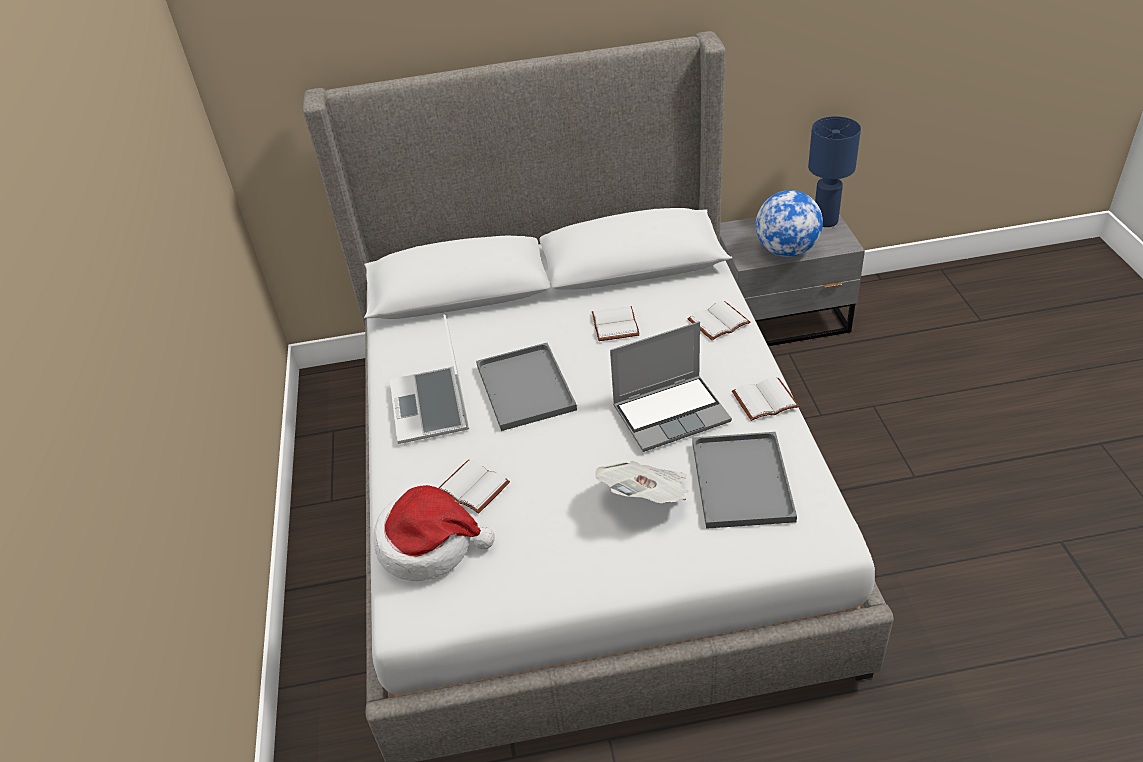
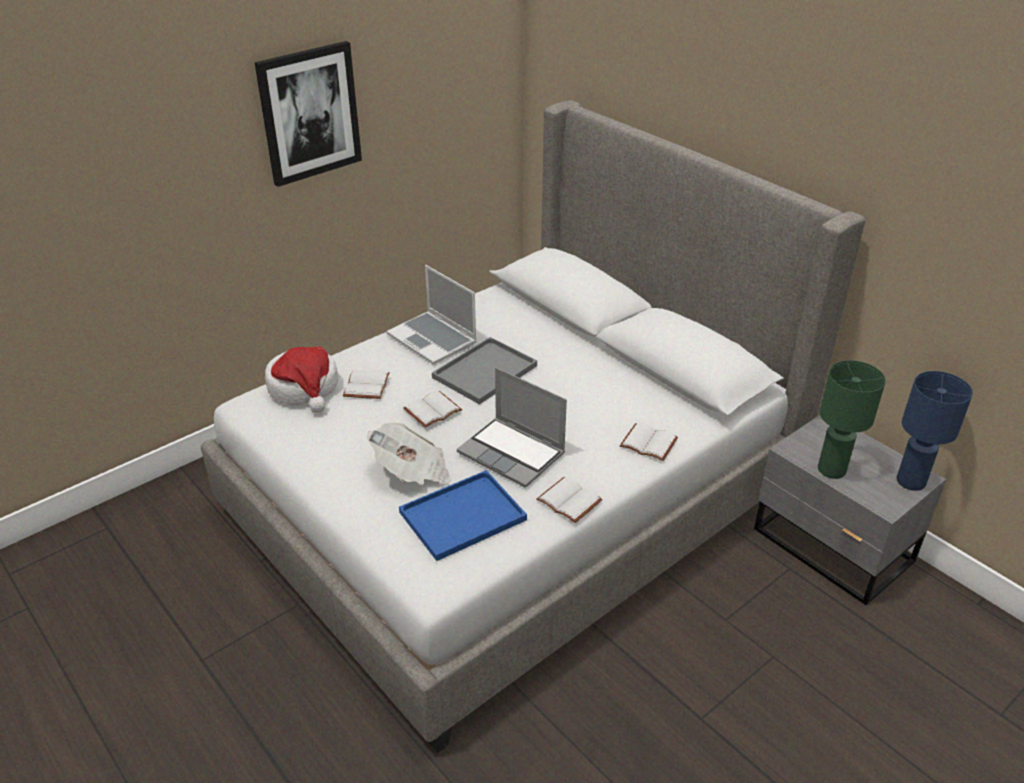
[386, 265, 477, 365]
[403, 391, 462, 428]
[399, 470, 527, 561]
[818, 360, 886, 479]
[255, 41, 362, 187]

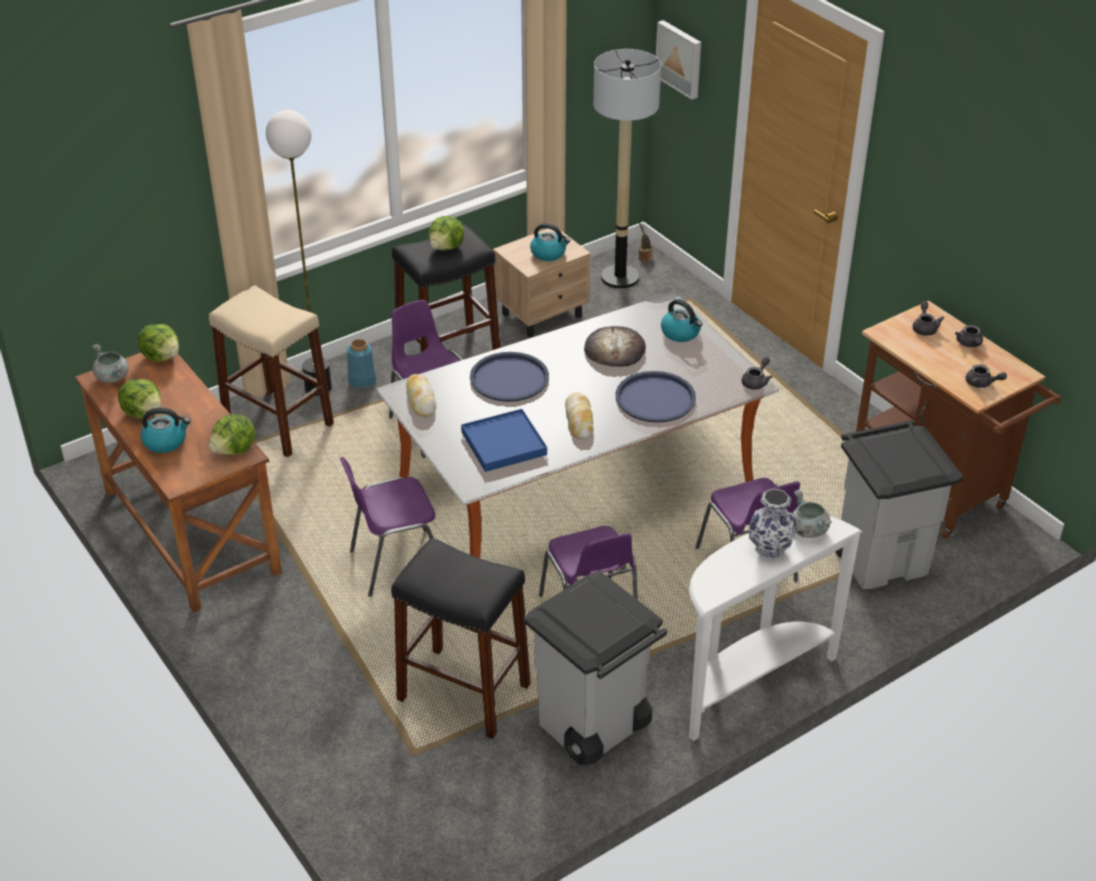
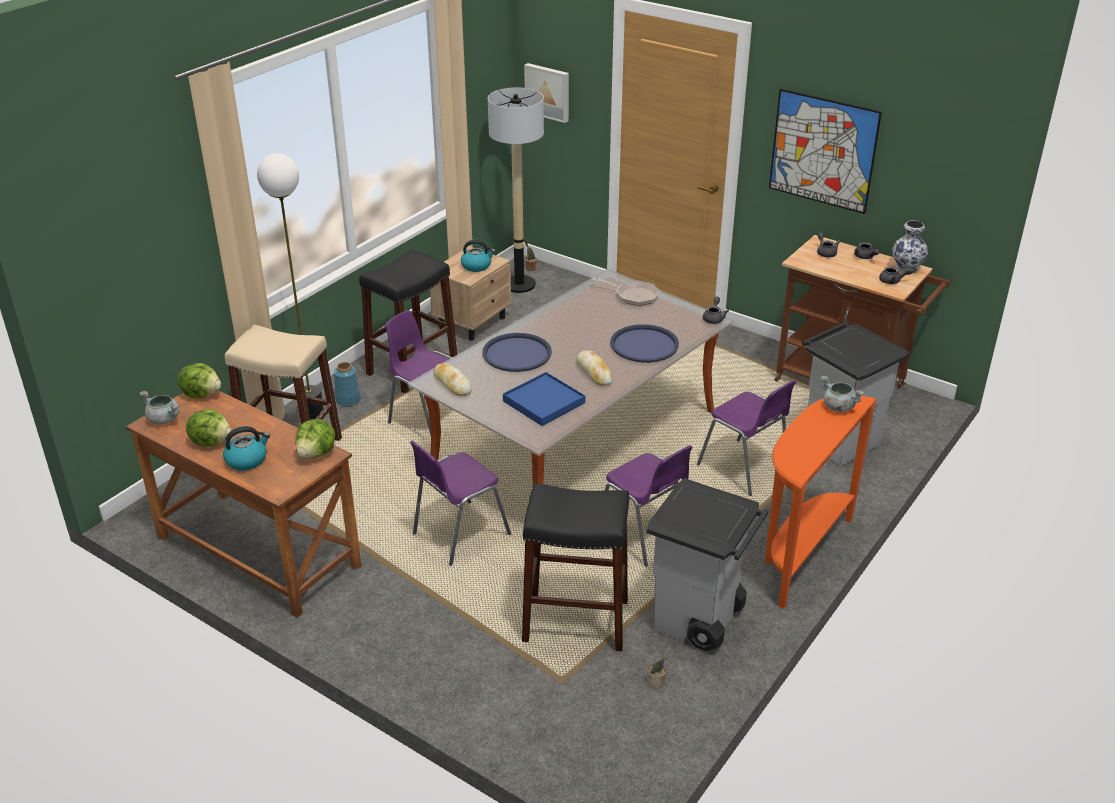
[429, 216, 464, 251] (first image)
[584, 326, 646, 367] (first image)
[592, 277, 660, 306]
[765, 396, 877, 609]
[892, 220, 928, 273]
[647, 647, 670, 688]
[769, 89, 882, 214]

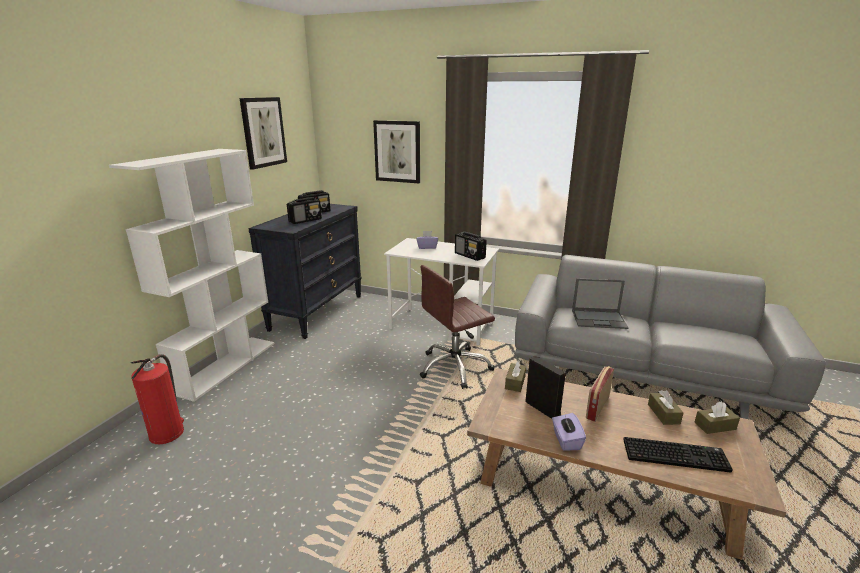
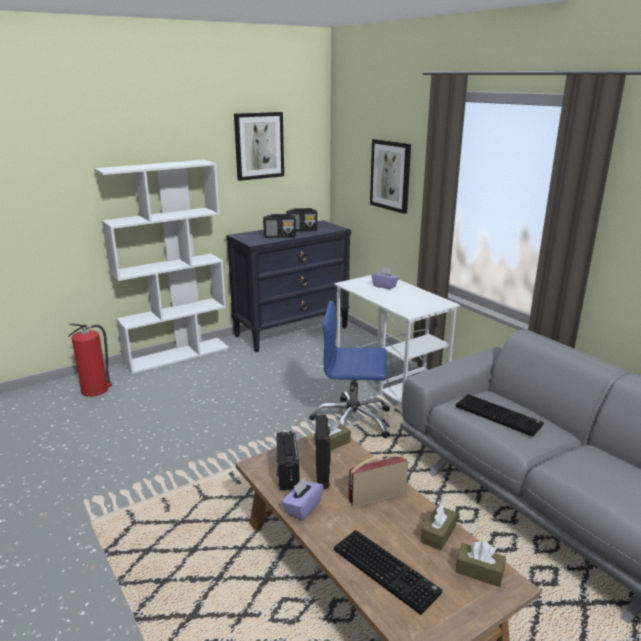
[310, 301, 390, 438]
[276, 431, 300, 491]
[456, 394, 544, 437]

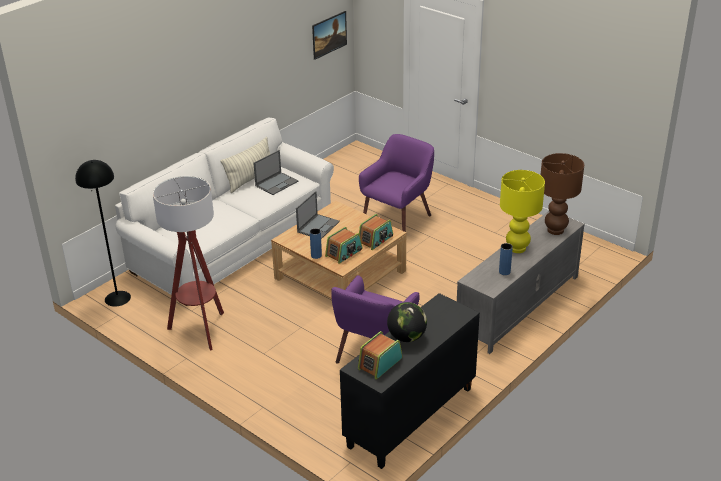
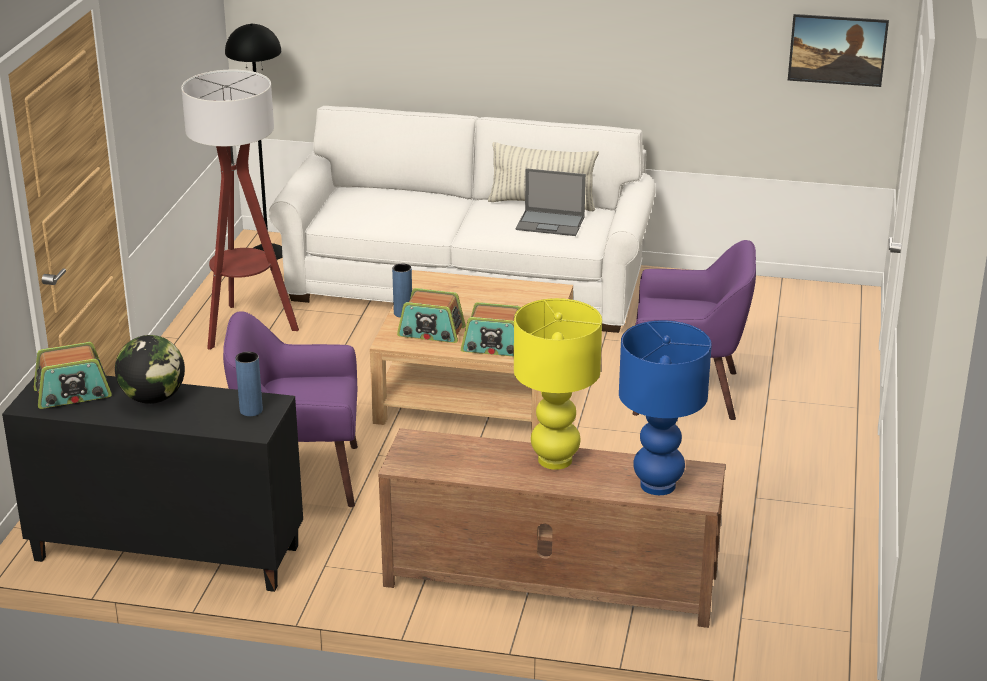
[296, 191, 340, 239] (first image)
[34, 342, 112, 409]
[378, 428, 726, 628]
[235, 352, 263, 416]
[619, 320, 712, 495]

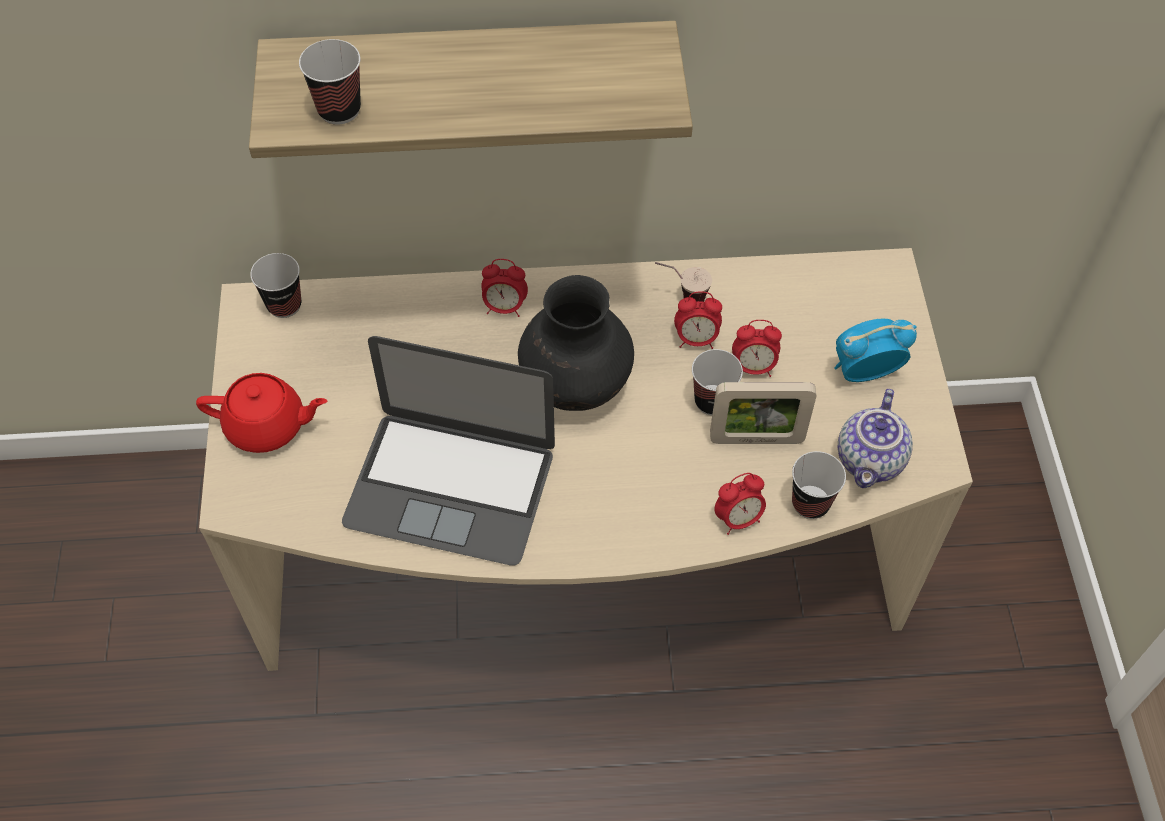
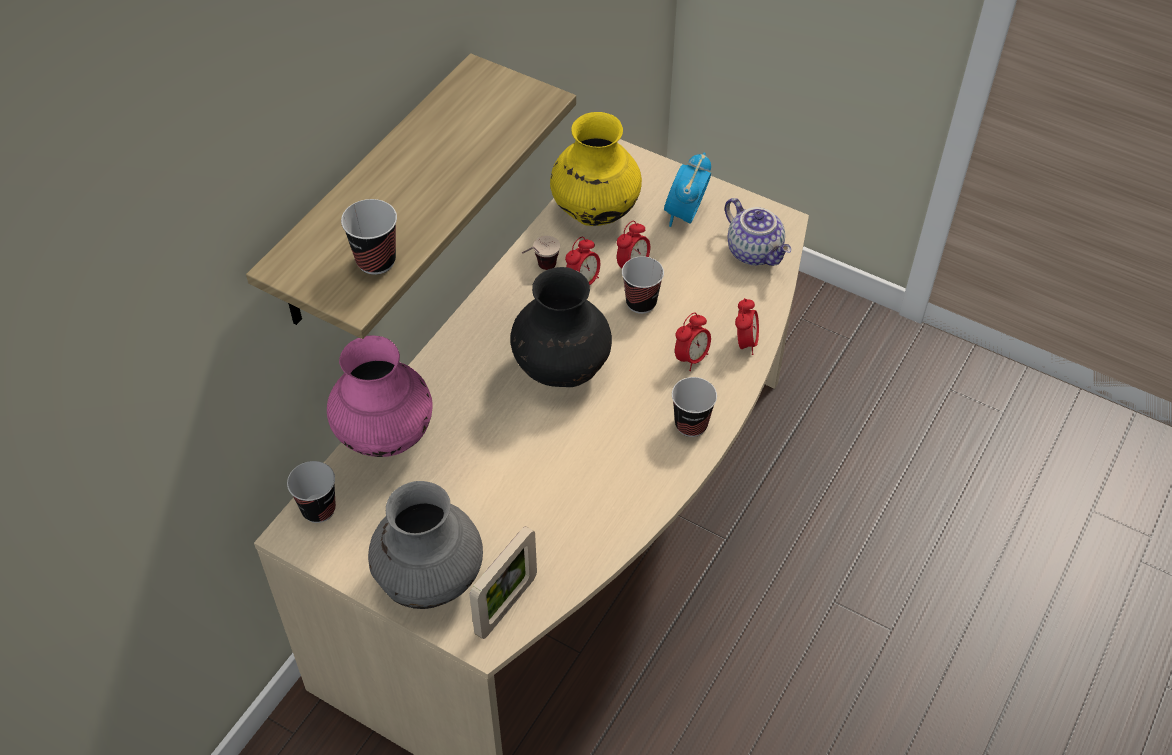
[368, 481, 483, 609]
[342, 336, 555, 566] (first image)
[675, 313, 711, 371]
[470, 526, 537, 639]
[672, 377, 717, 437]
[327, 336, 433, 457]
[550, 112, 642, 226]

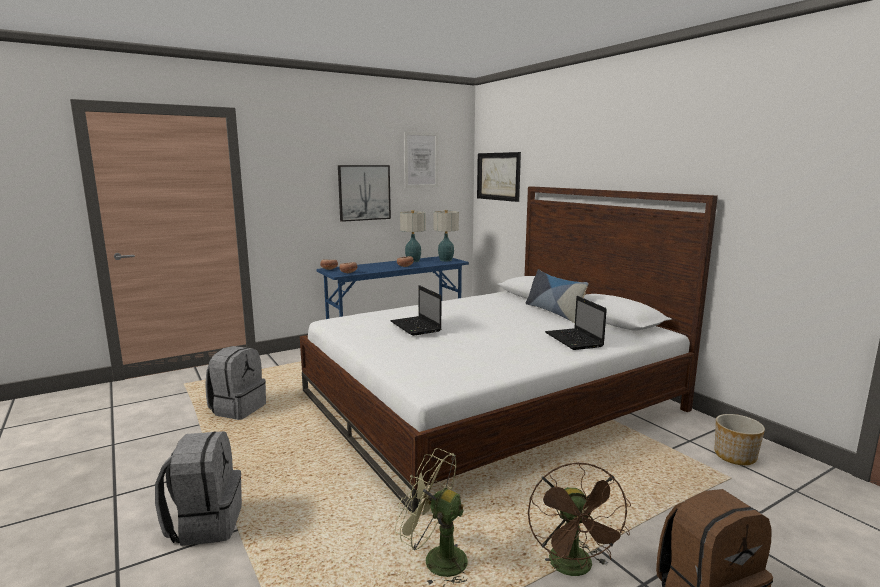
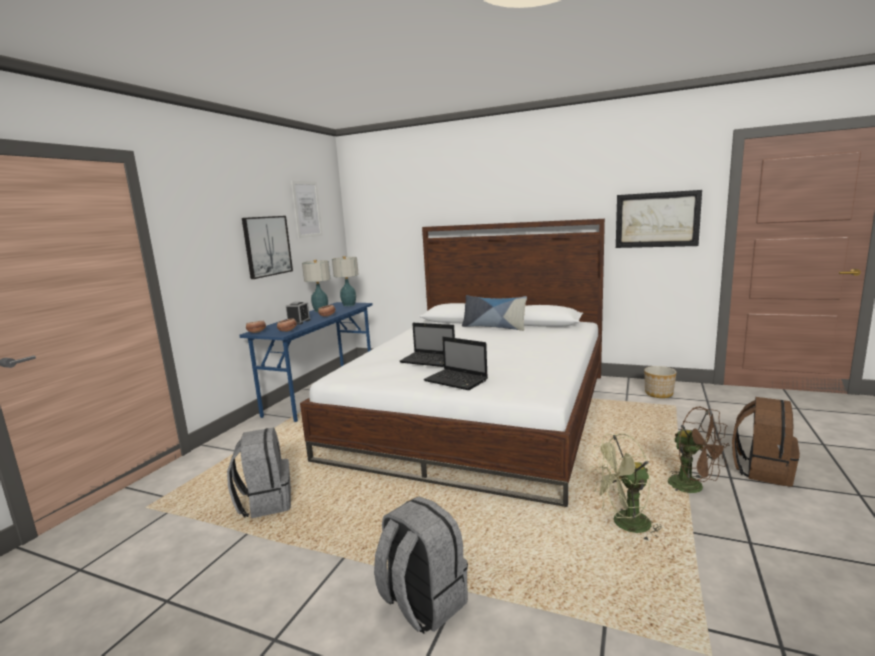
[616, 190, 702, 248]
[424, 336, 488, 390]
[286, 302, 310, 325]

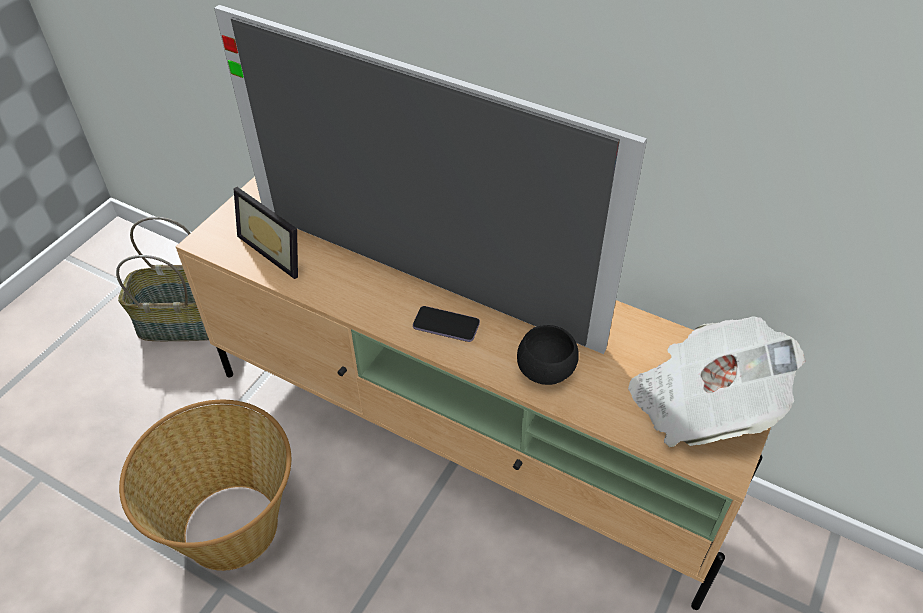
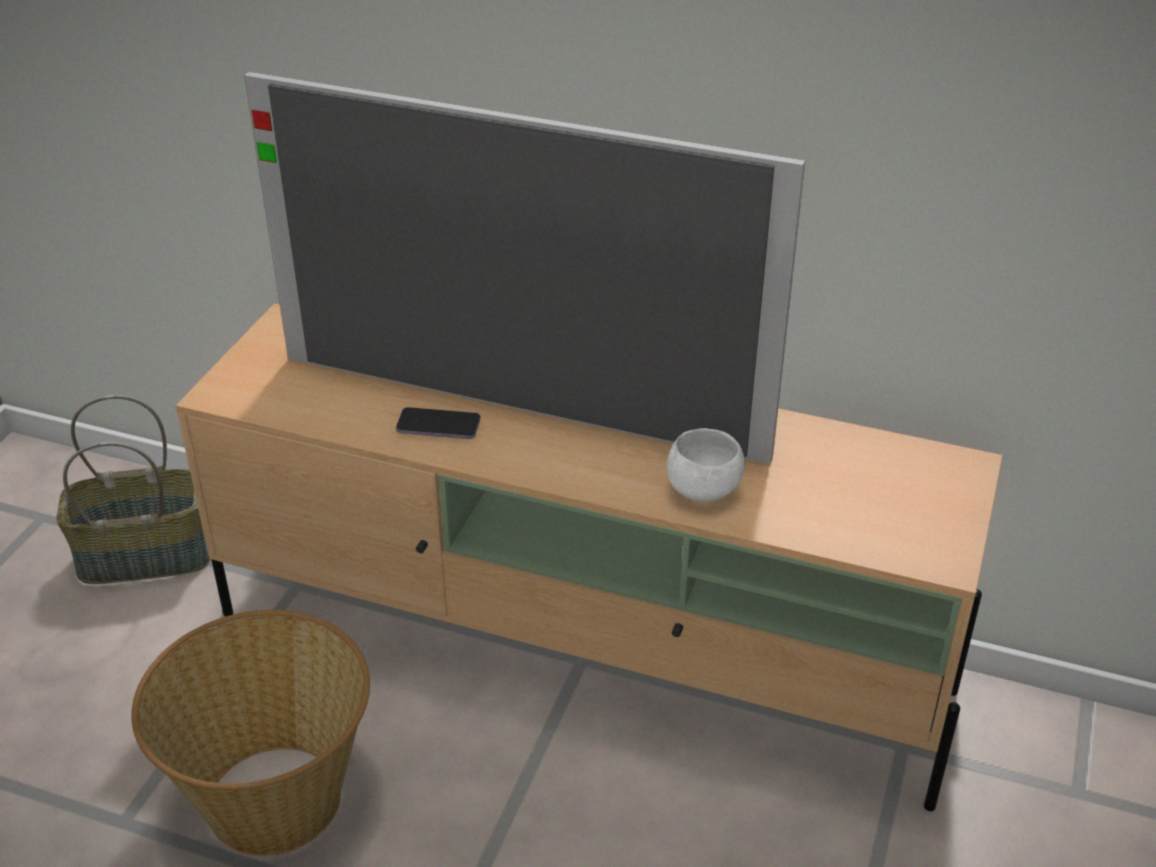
[234, 187, 298, 279] (first image)
[396, 407, 481, 439]
[667, 428, 745, 501]
[628, 316, 805, 447] (first image)

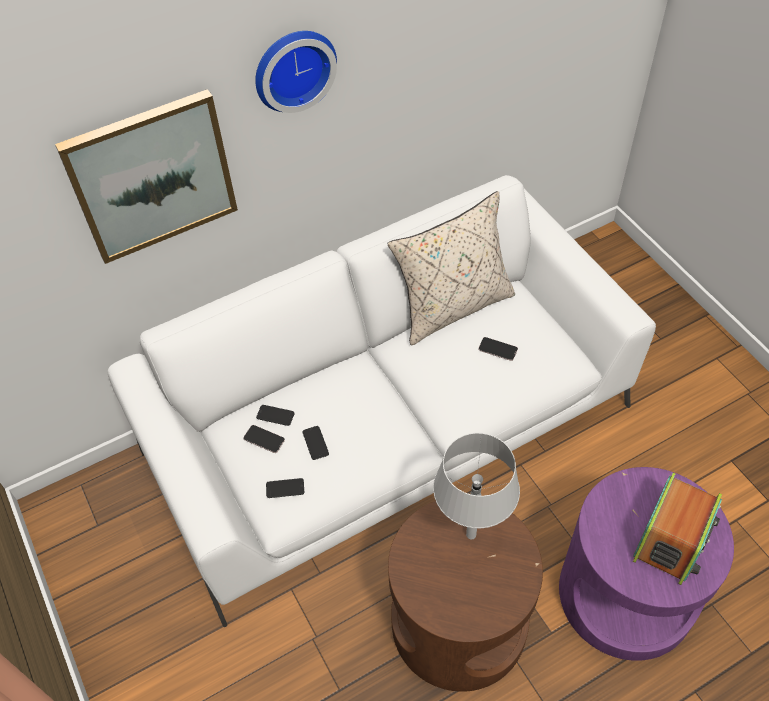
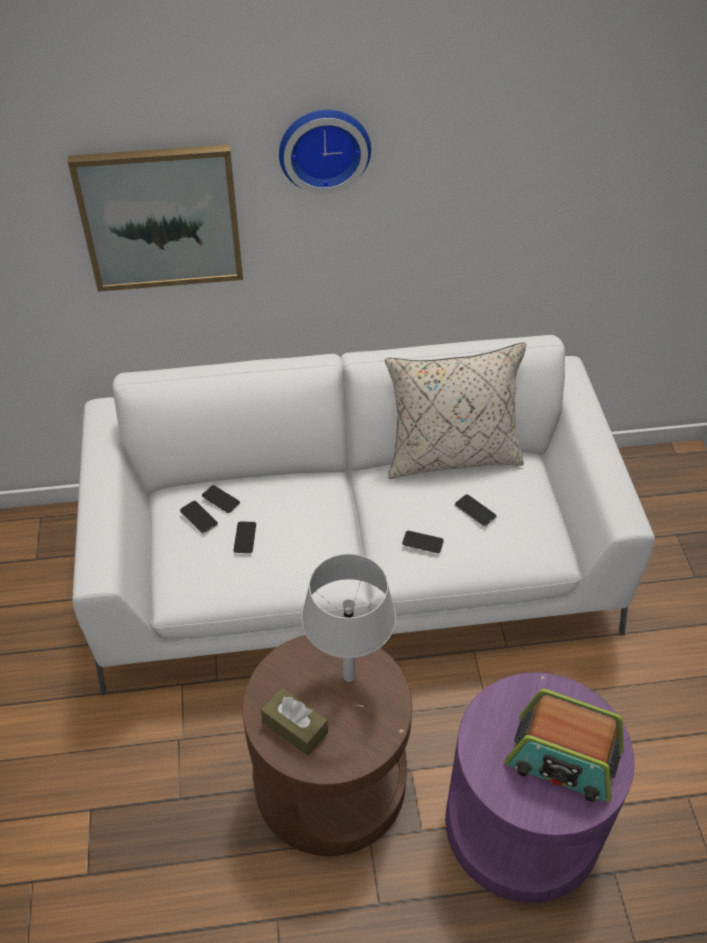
[402, 531, 444, 553]
[504, 689, 624, 802]
[261, 687, 328, 755]

